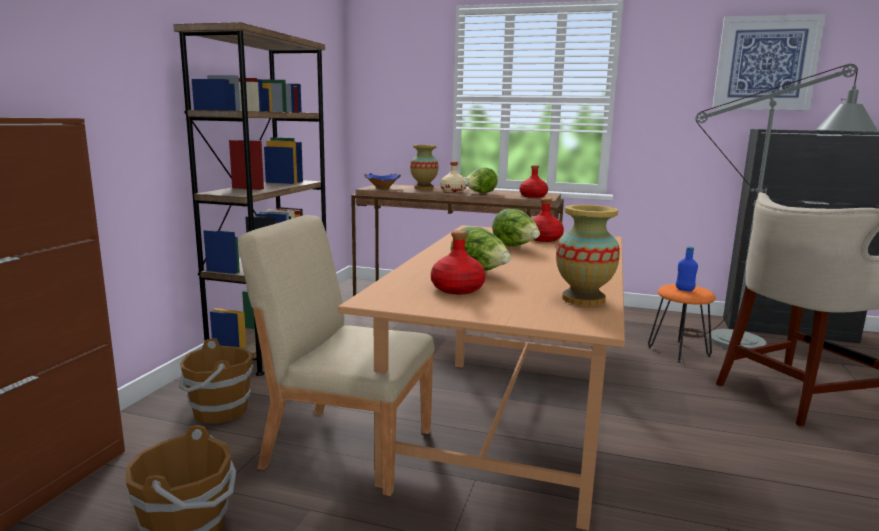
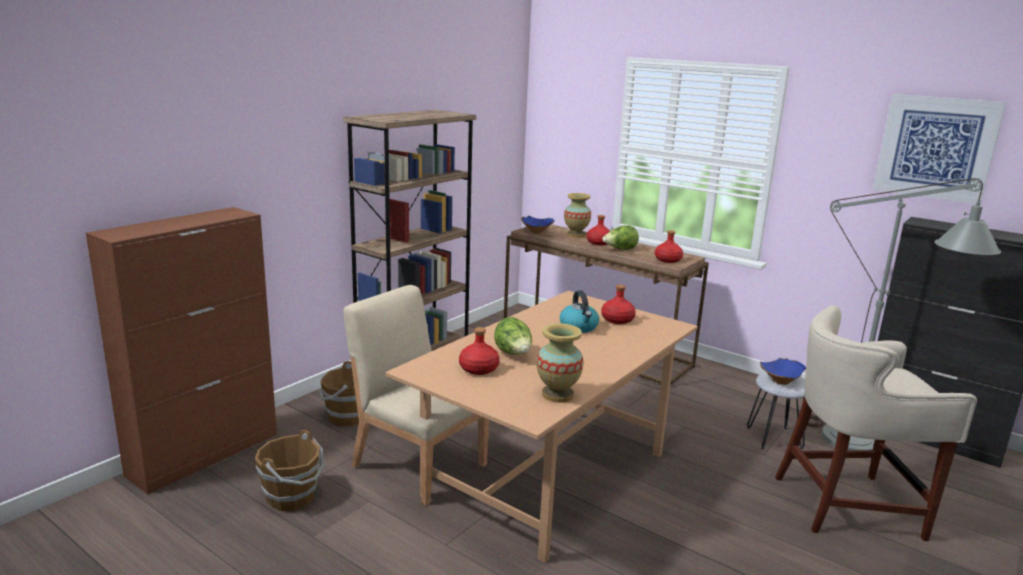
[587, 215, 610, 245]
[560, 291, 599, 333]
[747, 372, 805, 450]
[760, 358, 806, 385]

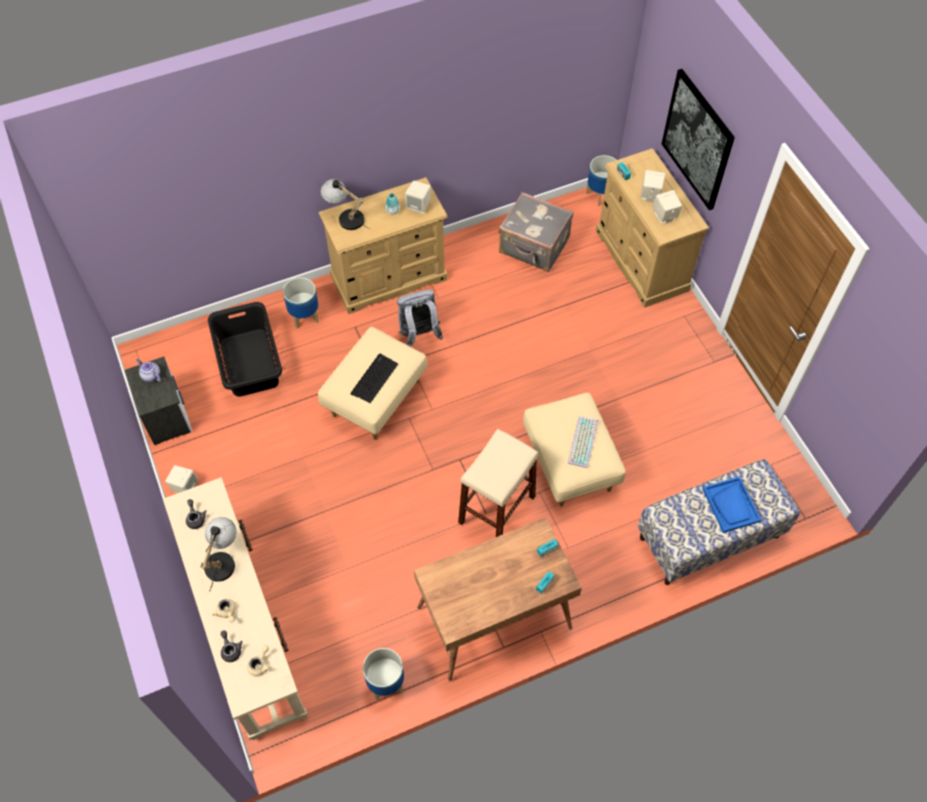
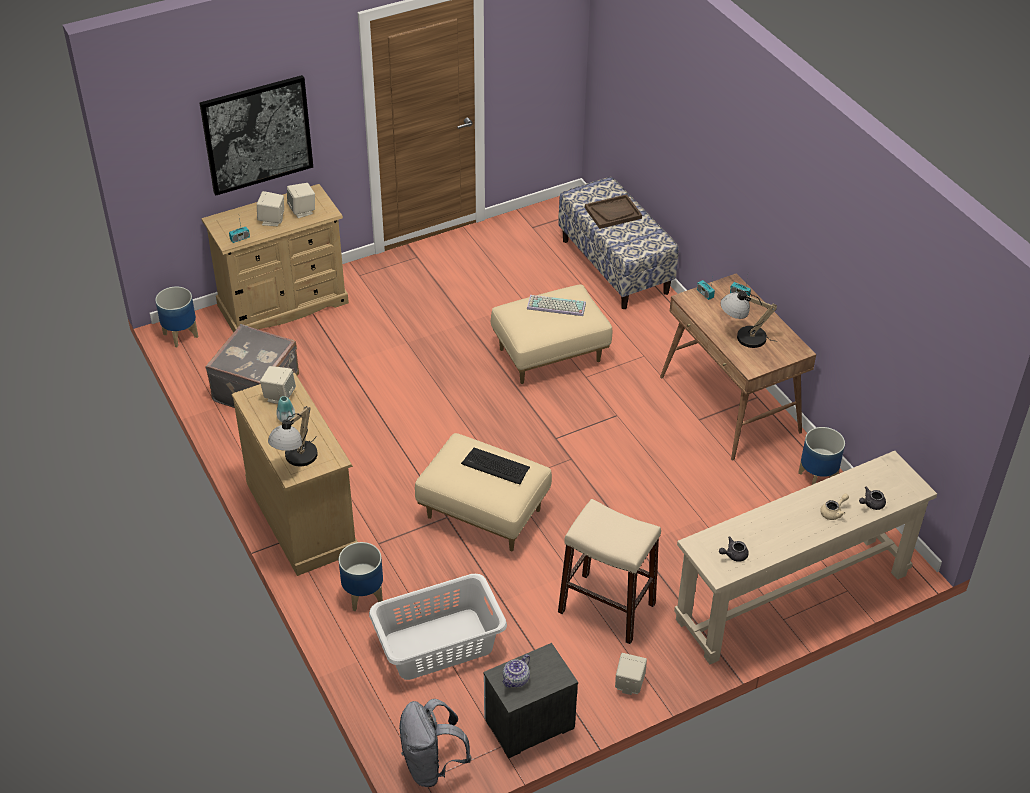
[720, 291, 778, 348]
[369, 574, 507, 680]
[247, 645, 270, 676] (first image)
[399, 699, 472, 787]
[558, 499, 661, 644]
[585, 194, 642, 229]

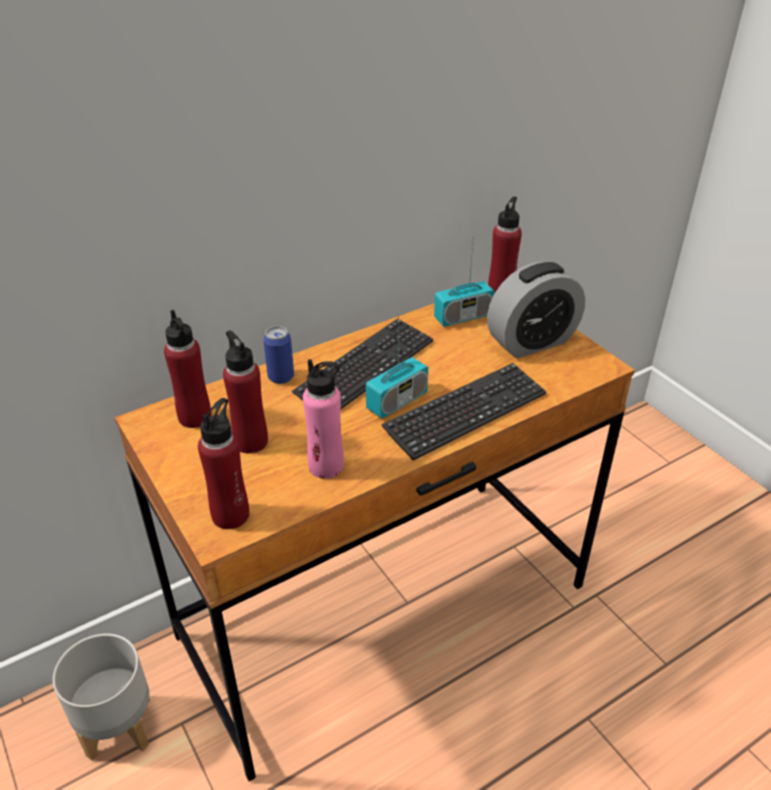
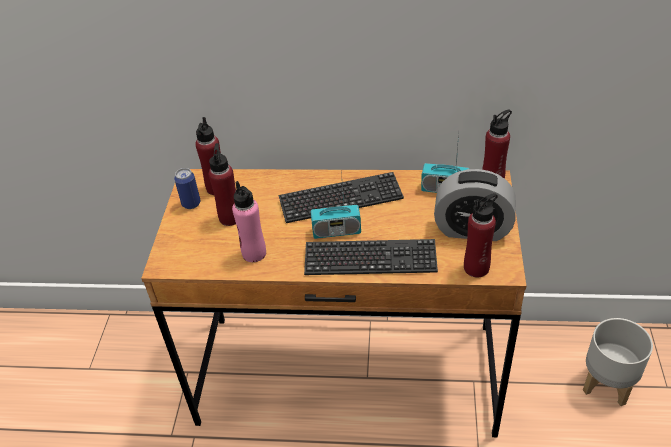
[583, 318, 653, 406]
[464, 193, 498, 277]
[174, 168, 201, 209]

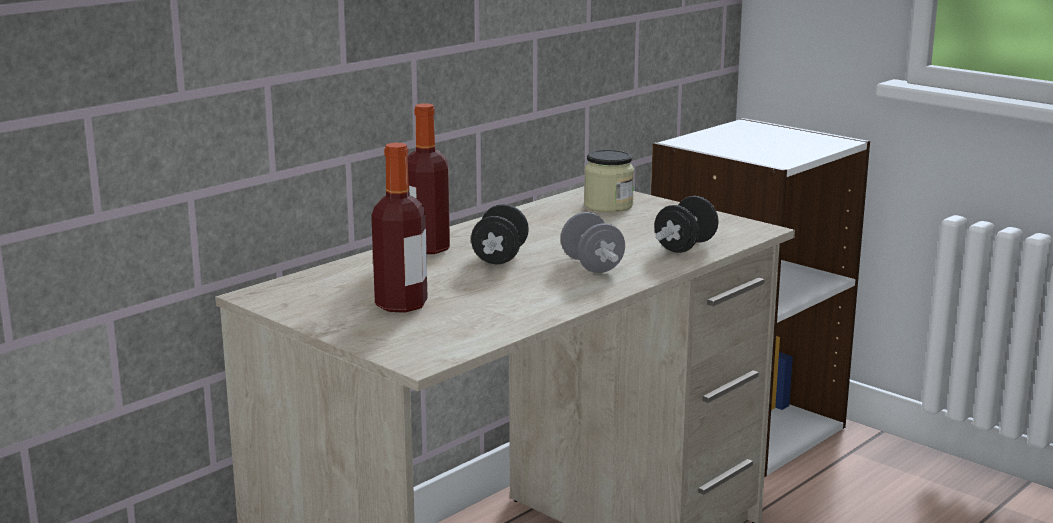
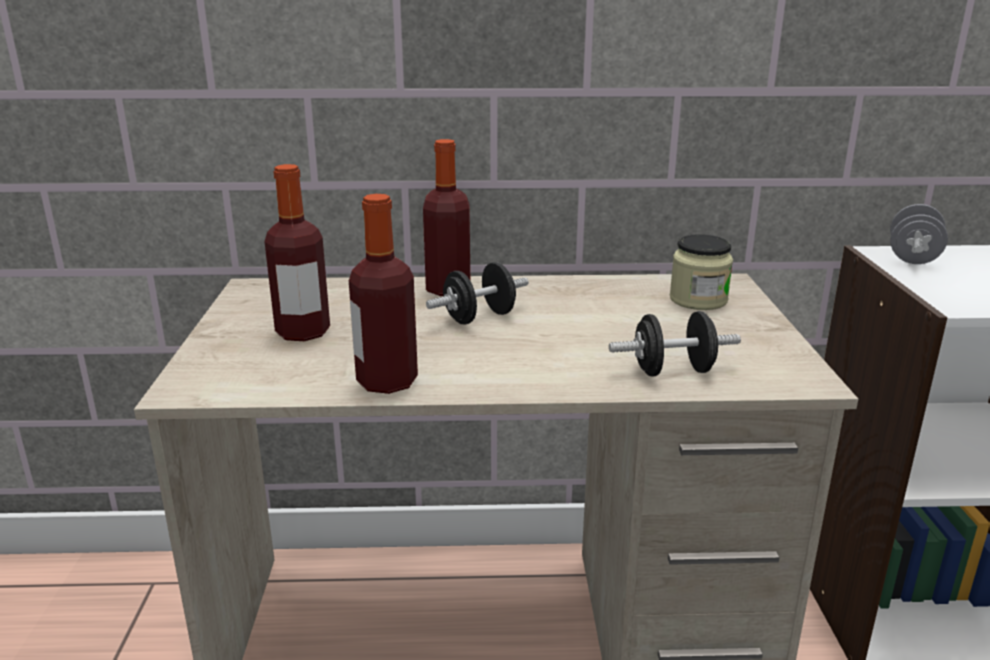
[890, 204, 948, 264]
[349, 194, 418, 394]

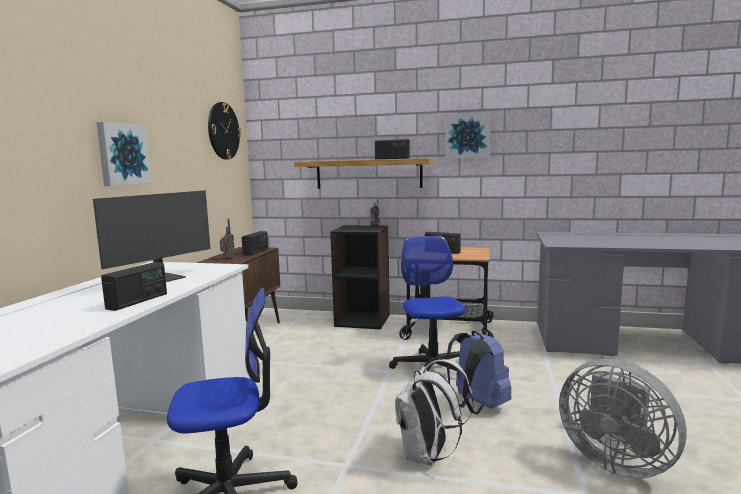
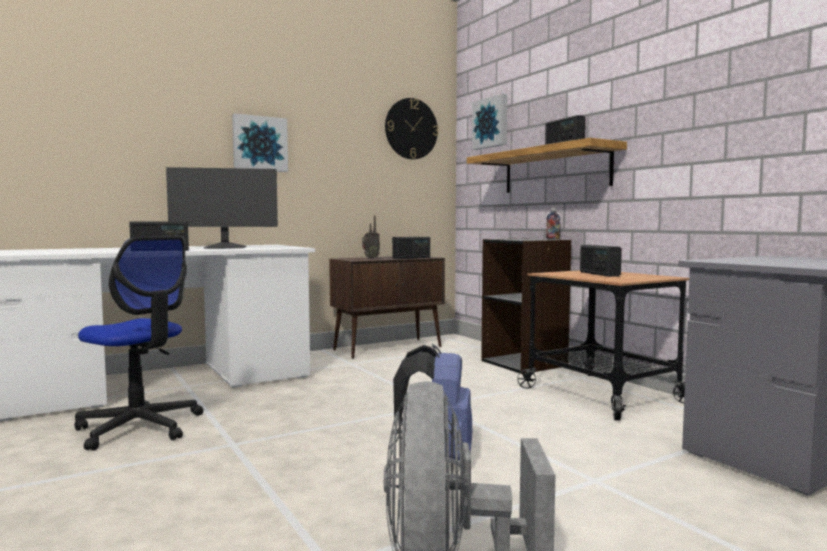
[389, 236, 466, 371] (first image)
[395, 359, 474, 466] (first image)
[472, 93, 507, 150]

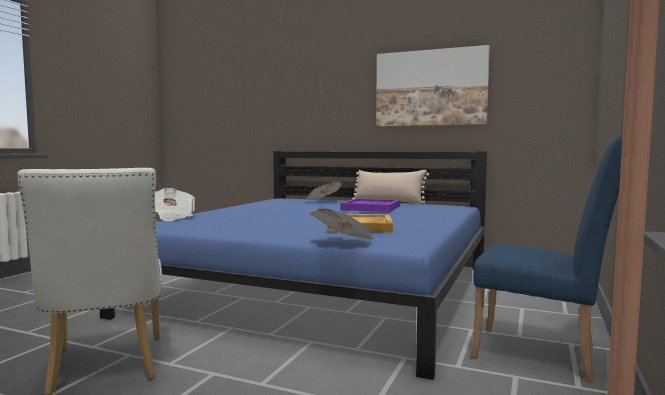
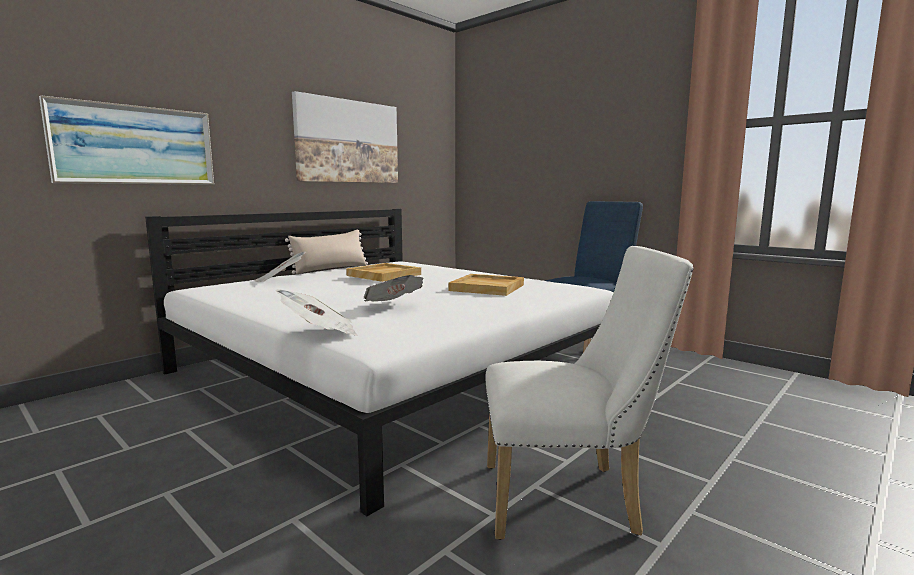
[145, 209, 614, 516]
[364, 275, 424, 302]
[346, 263, 421, 282]
[39, 95, 214, 185]

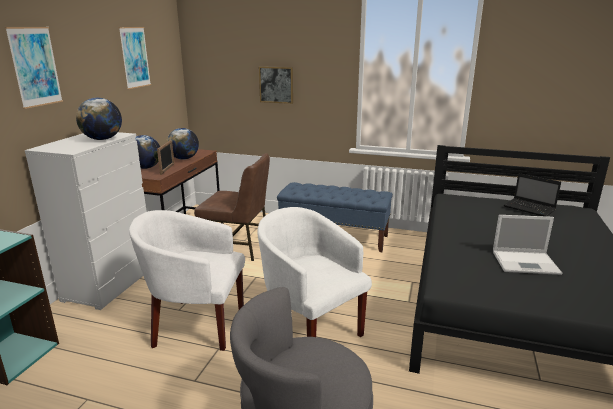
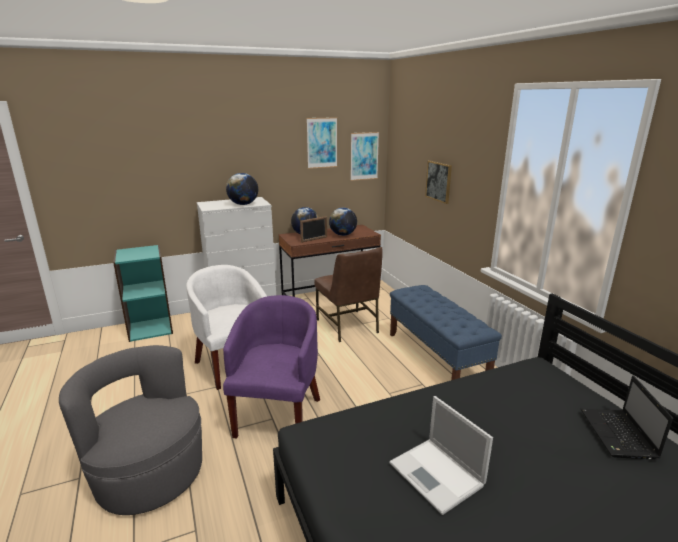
[351, 132, 379, 181]
[223, 295, 320, 439]

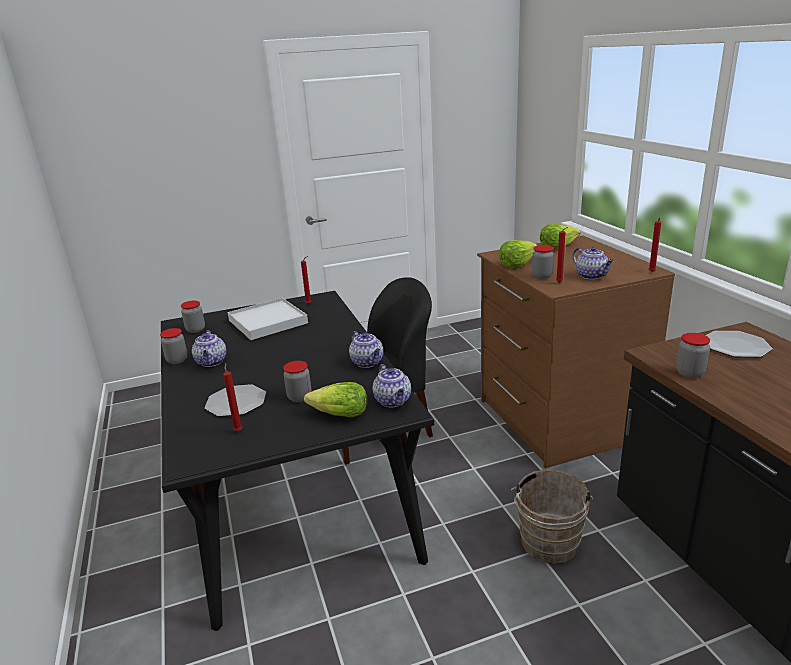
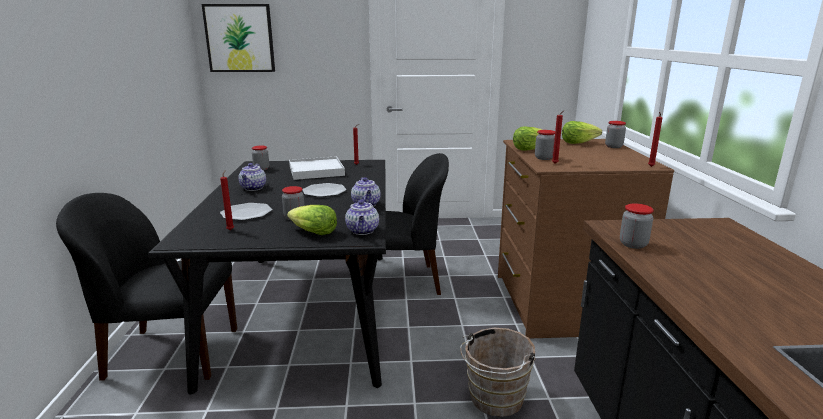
[605, 121, 626, 148]
[573, 247, 614, 279] (first image)
[302, 183, 347, 197]
[56, 193, 237, 380]
[202, 4, 275, 72]

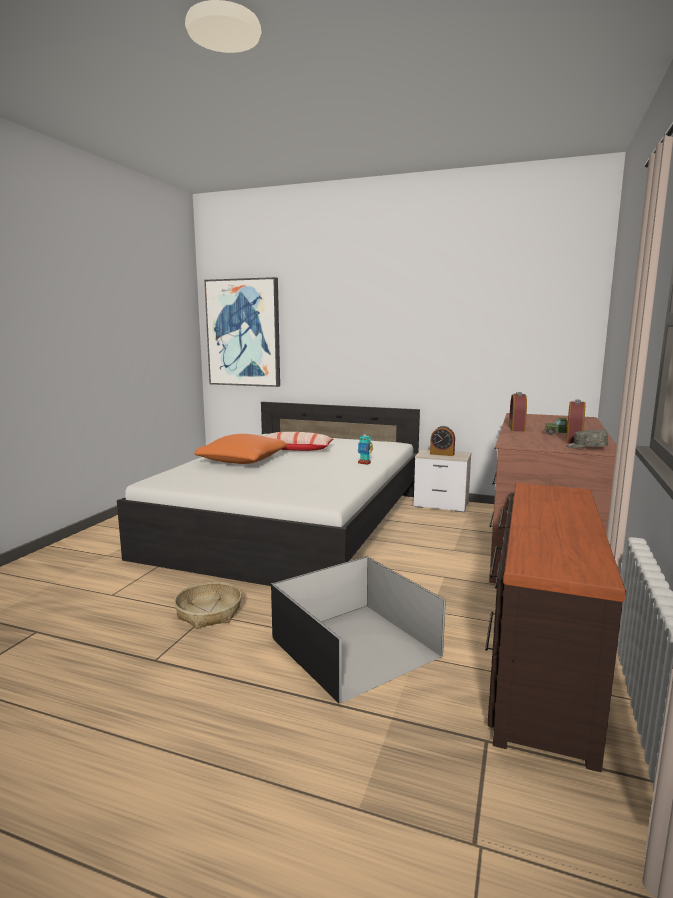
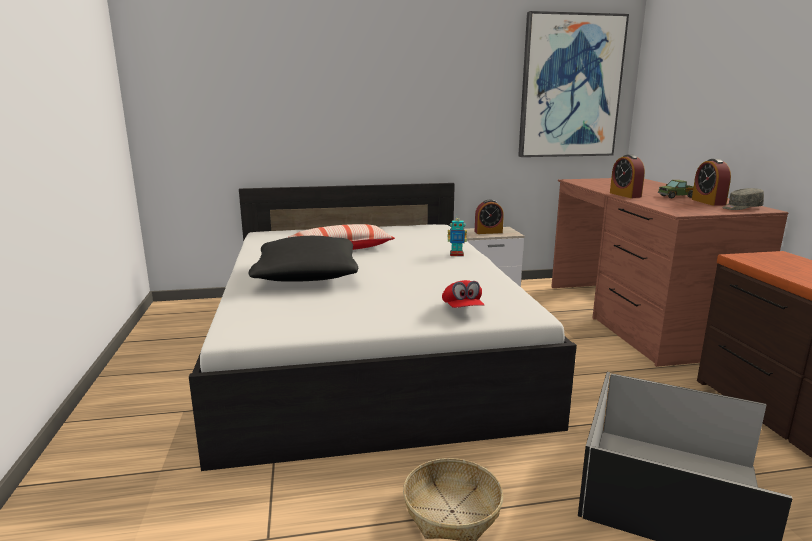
[249, 236, 358, 282]
[518, 11, 629, 157]
[442, 280, 484, 308]

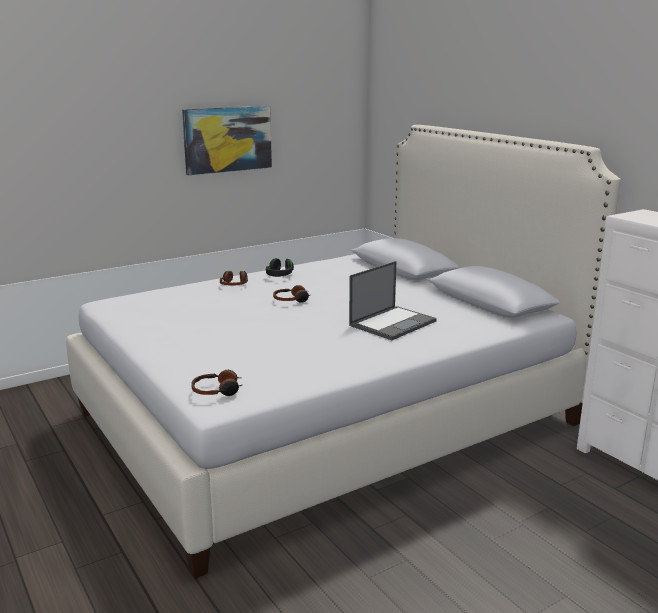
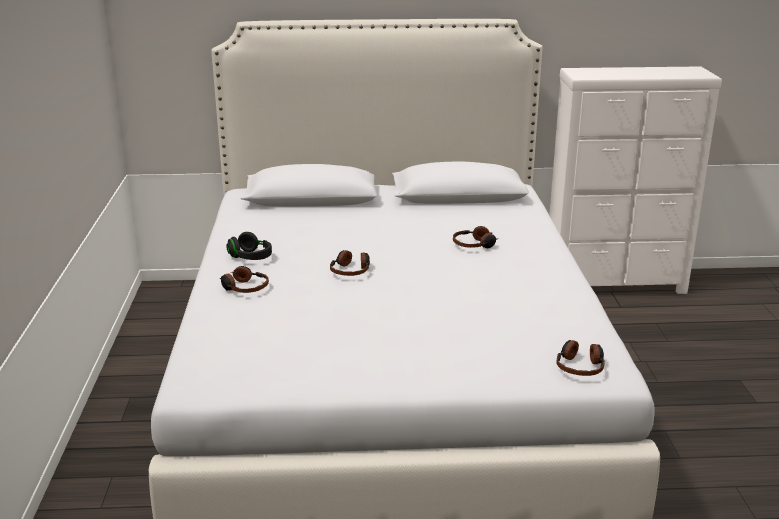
[182, 106, 272, 175] (first image)
[453, 226, 499, 248]

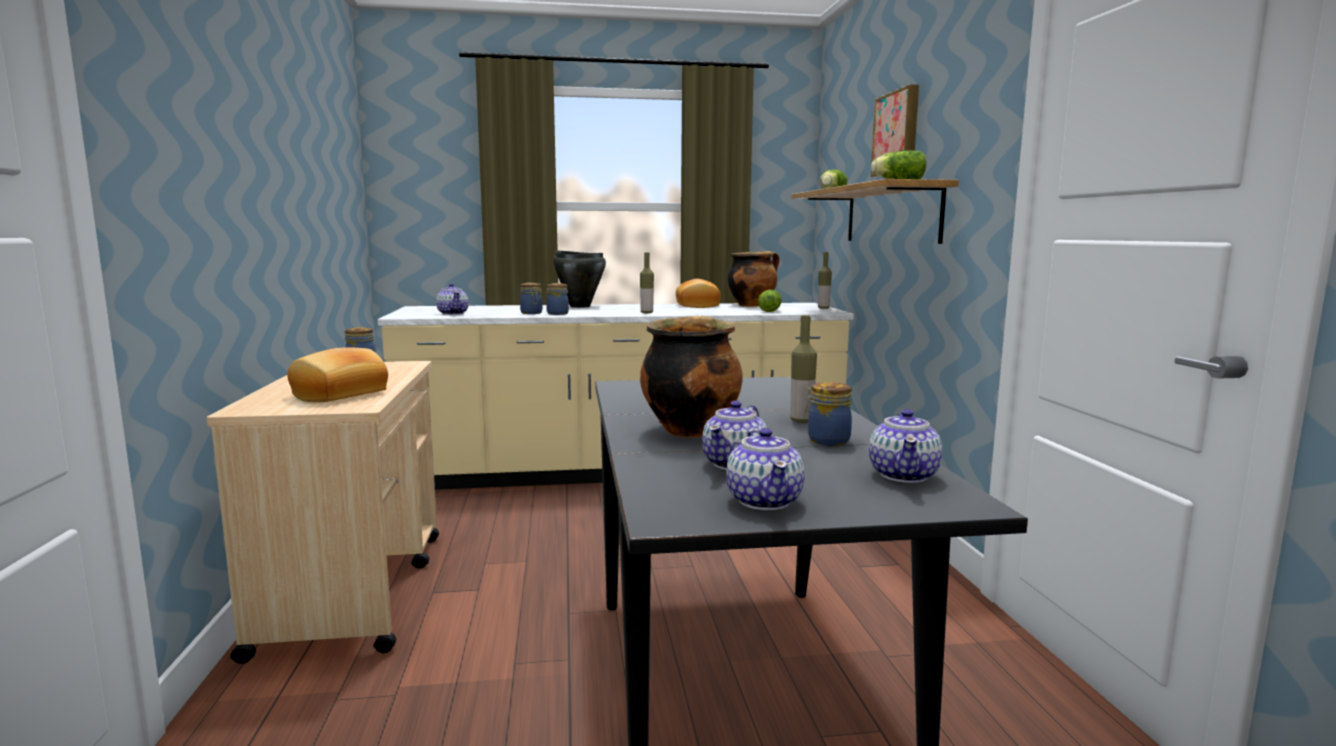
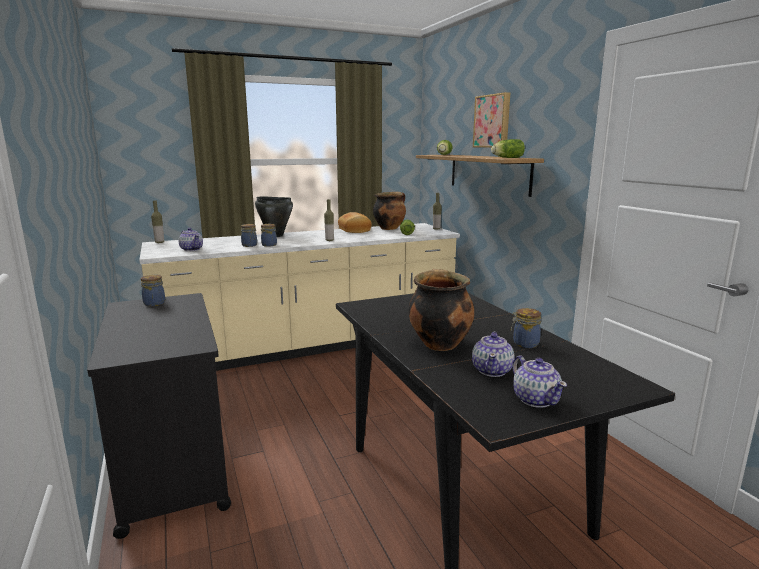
[87, 293, 231, 539]
[288, 348, 388, 402] (first image)
[151, 201, 164, 243]
[869, 409, 942, 483] (first image)

